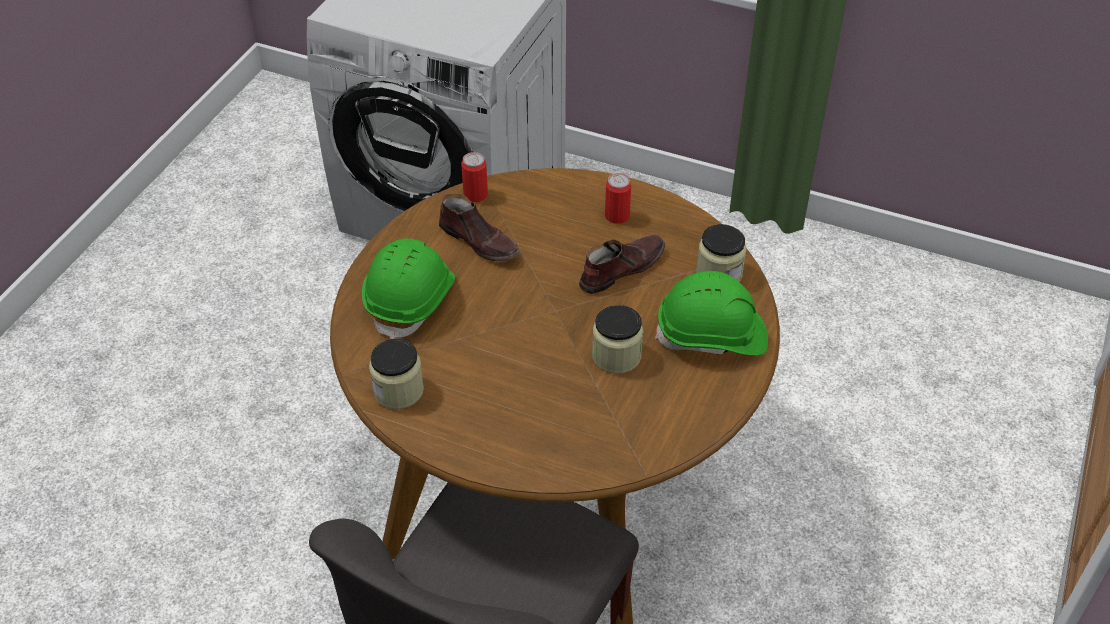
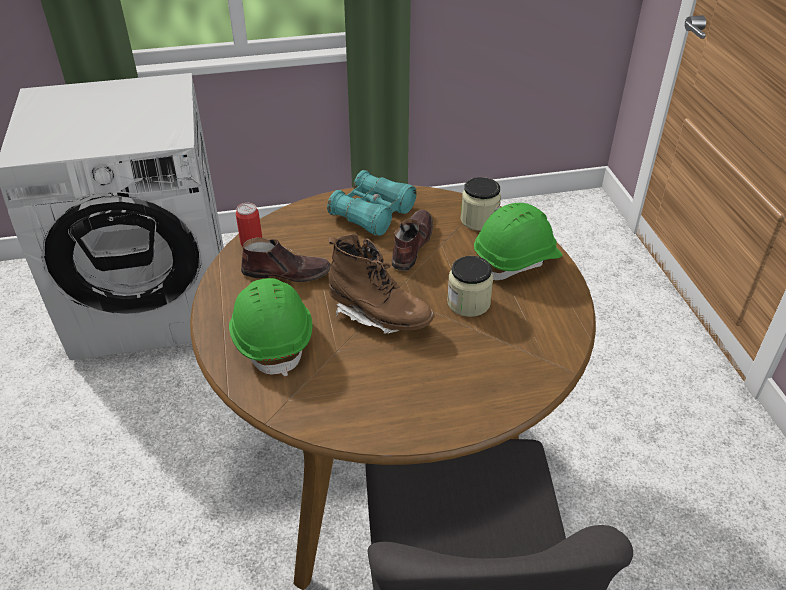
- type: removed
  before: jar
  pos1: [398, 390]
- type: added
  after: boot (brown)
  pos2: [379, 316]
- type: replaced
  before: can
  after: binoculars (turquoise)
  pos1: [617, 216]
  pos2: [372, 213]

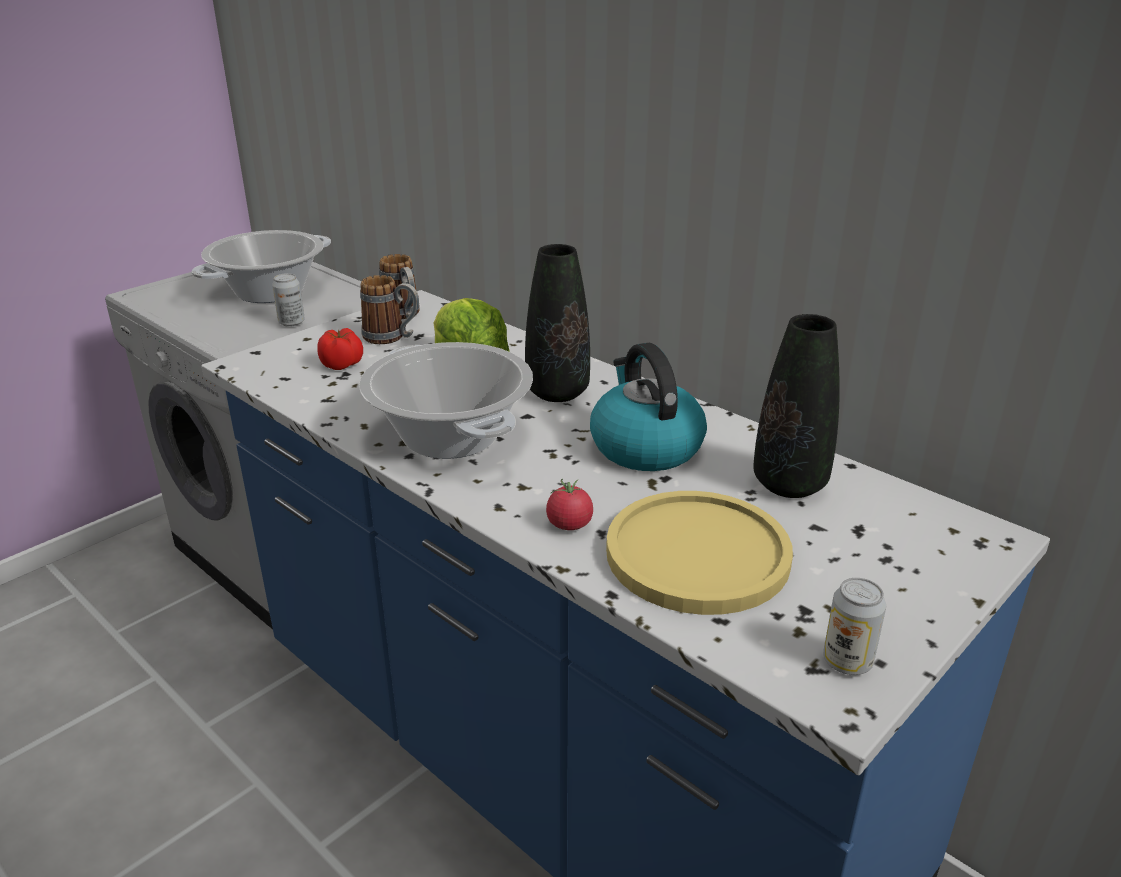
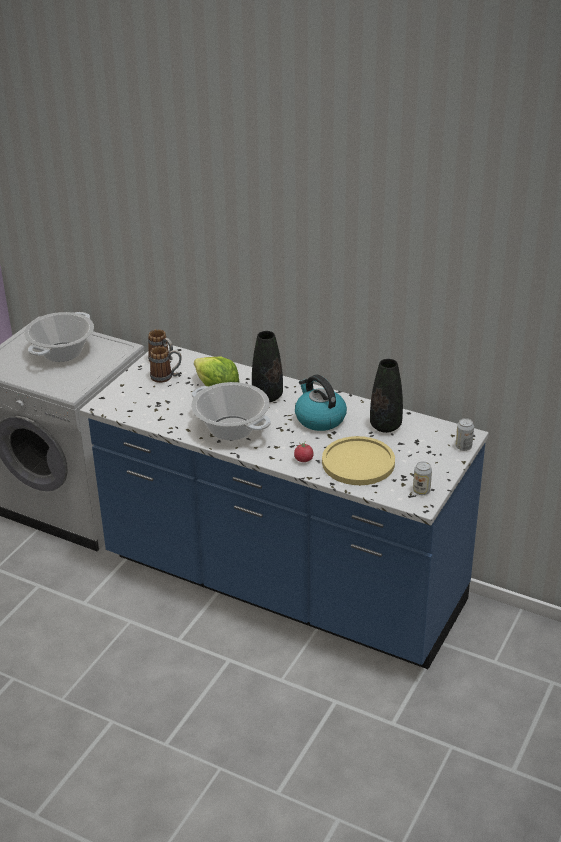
- type: removed
  before: tomato
  pos1: [342, 365]
- type: moved
  before: can
  pos1: [291, 322]
  pos2: [463, 447]

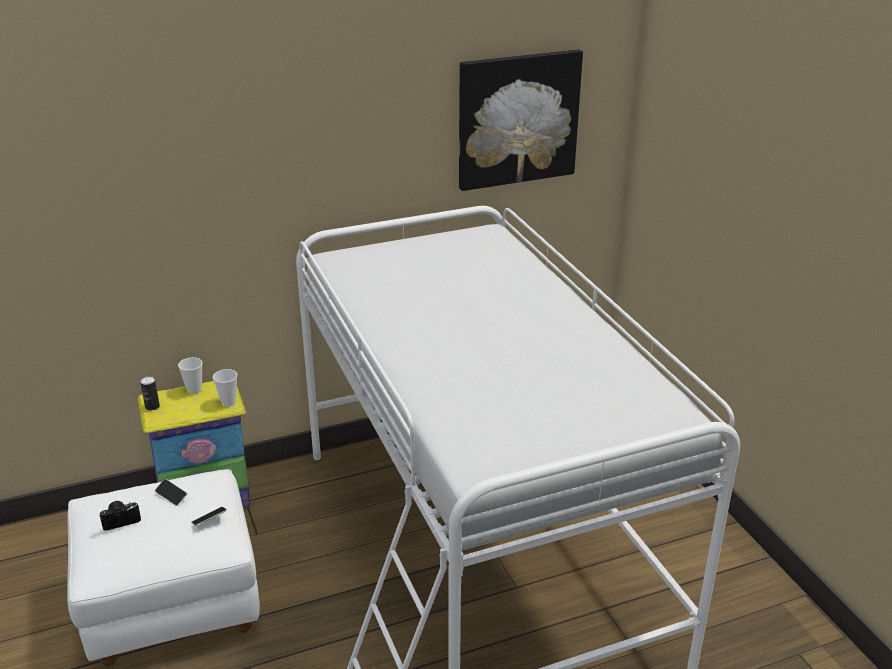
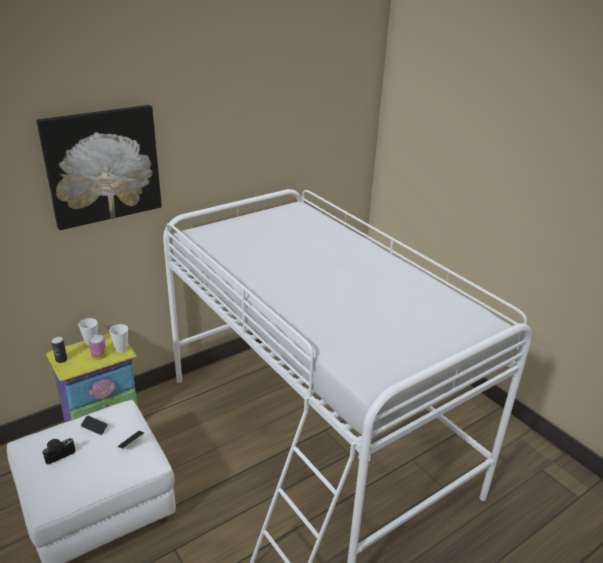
- type: added
  after: can
  pos2: [99, 355]
- type: moved
  before: picture
  pos1: [517, 119]
  pos2: [103, 166]

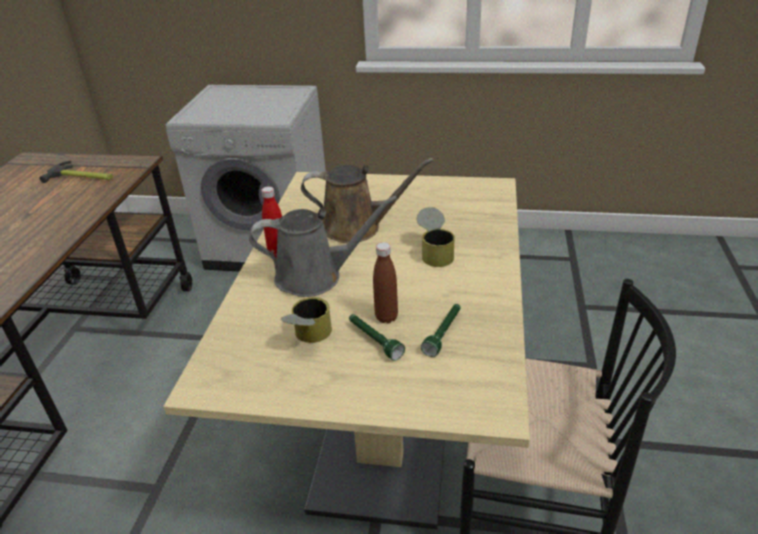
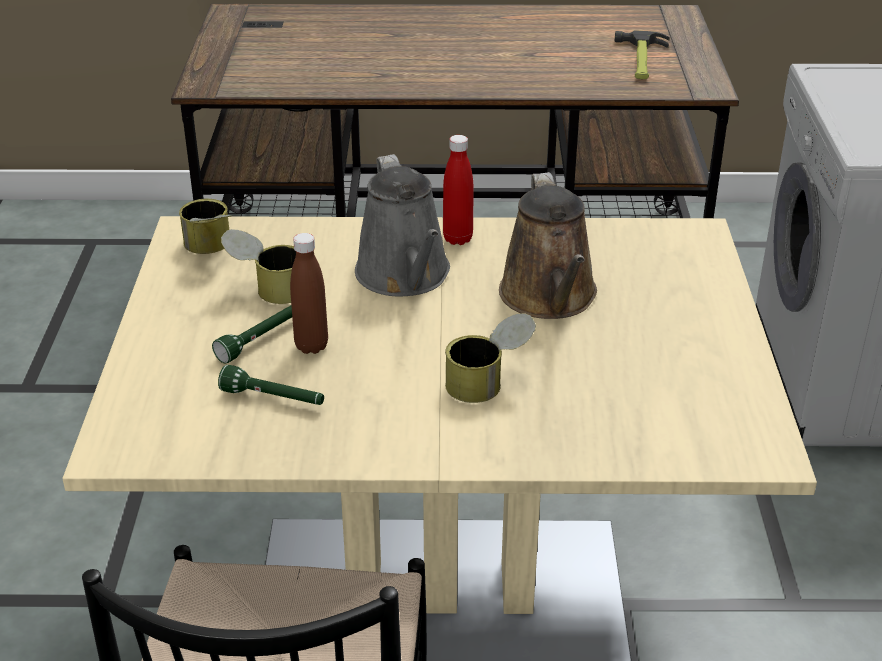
- type: added
  after: can
  pos2: [210, 249]

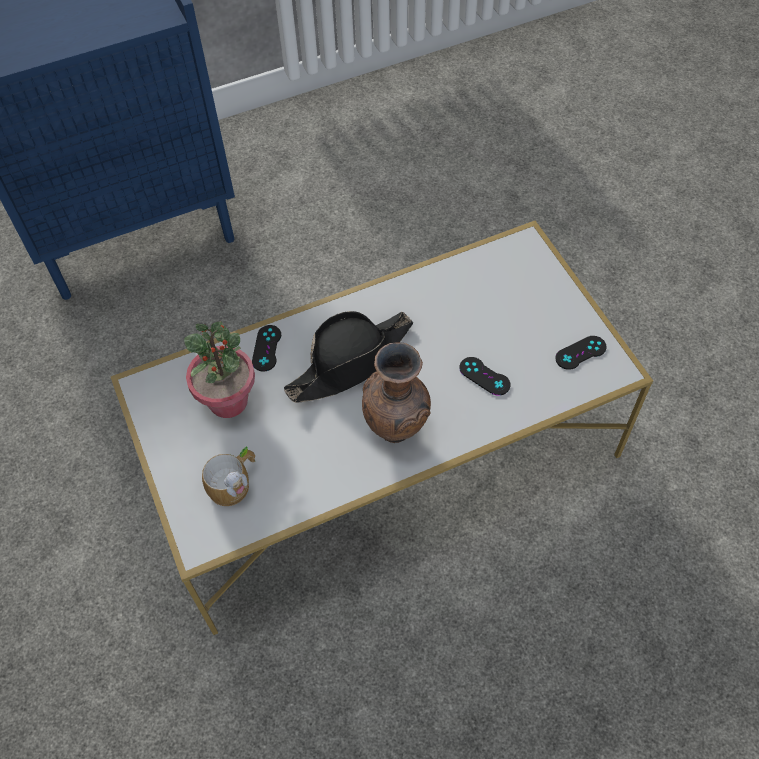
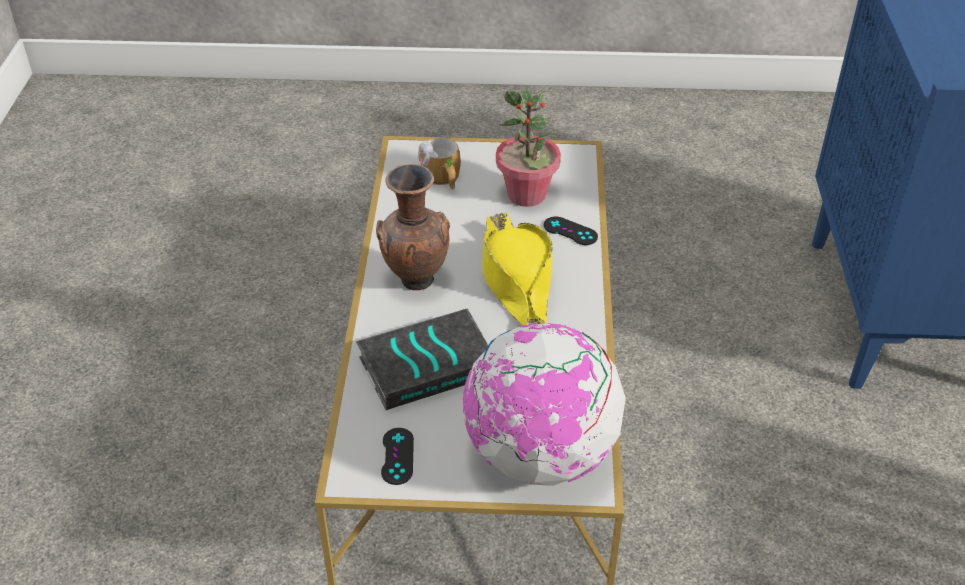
- type: added
  after: globe
  pos2: [540, 456]
- type: replaced
  before: game controller (black)
  after: book
  pos1: [484, 376]
  pos2: [427, 364]
- type: recoloured
  before: hat (black)
  after: hat (yellow)
  pos1: [351, 361]
  pos2: [516, 279]

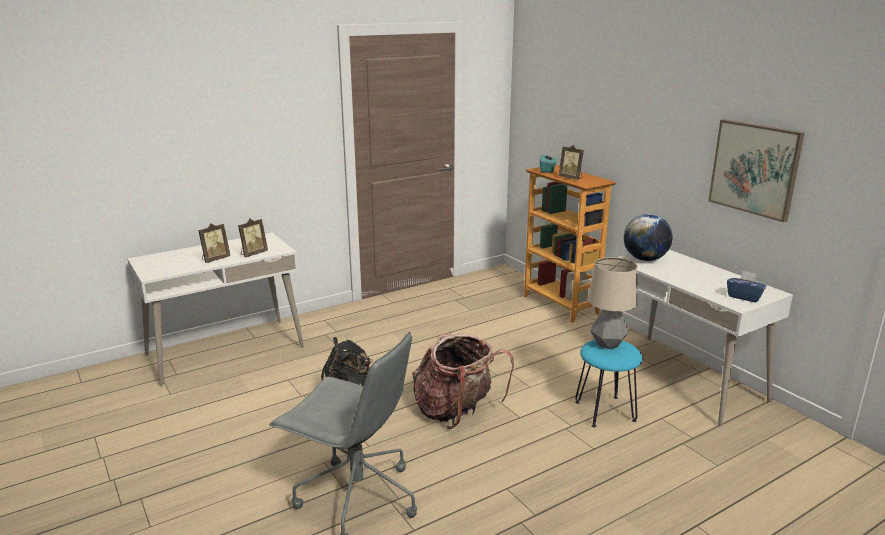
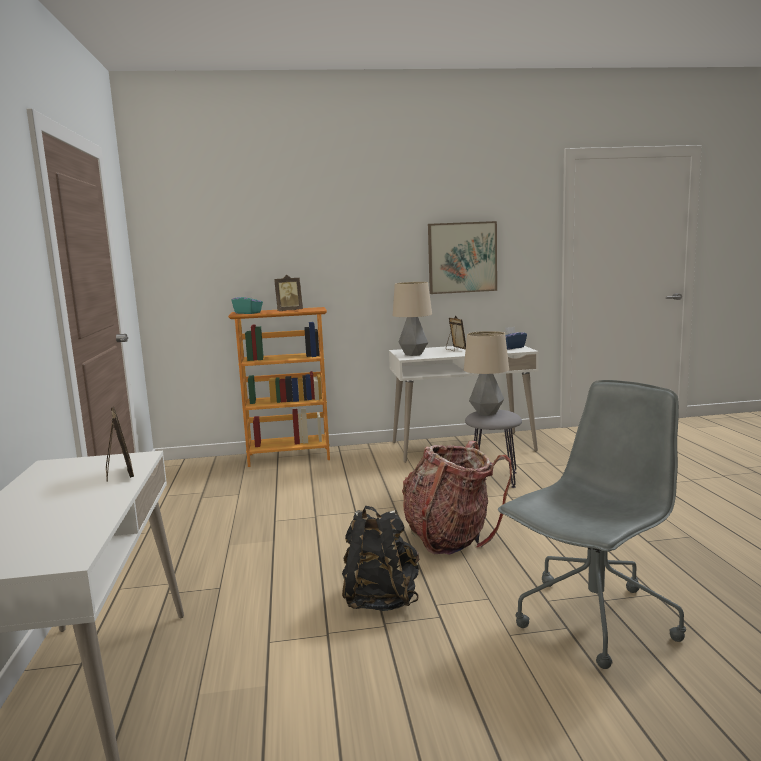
- type: moved
  before: picture frame
  pos1: [215, 259]
  pos2: [455, 349]
- type: replaced
  before: globe
  after: table lamp
  pos1: [645, 259]
  pos2: [413, 354]
- type: recoloured
  before: stool (turquoise)
  after: stool (grey)
  pos1: [604, 411]
  pos2: [493, 479]

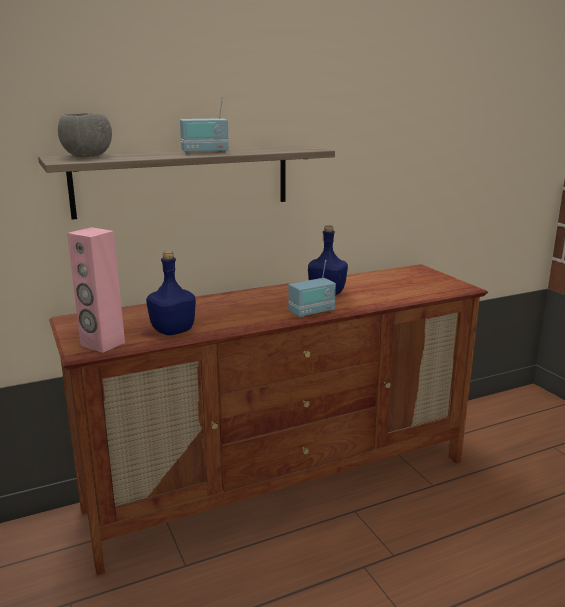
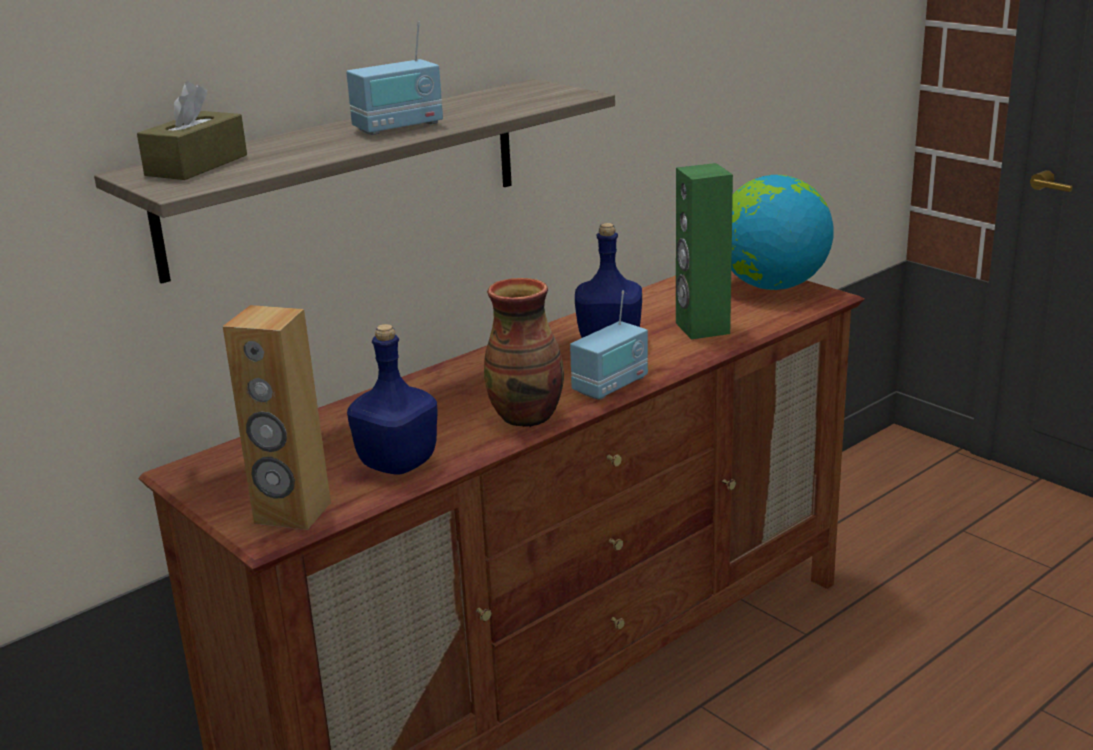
- type: added
  after: vase
  pos2: [527, 416]
- type: added
  after: speaker (green)
  pos2: [701, 328]
- type: added
  after: globe
  pos2: [772, 286]
- type: replaced
  before: bowl (grey)
  after: tissue box (brown)
  pos1: [87, 156]
  pos2: [196, 165]
- type: recoloured
  before: speaker (pink)
  after: speaker (brown)
  pos1: [102, 344]
  pos2: [292, 513]

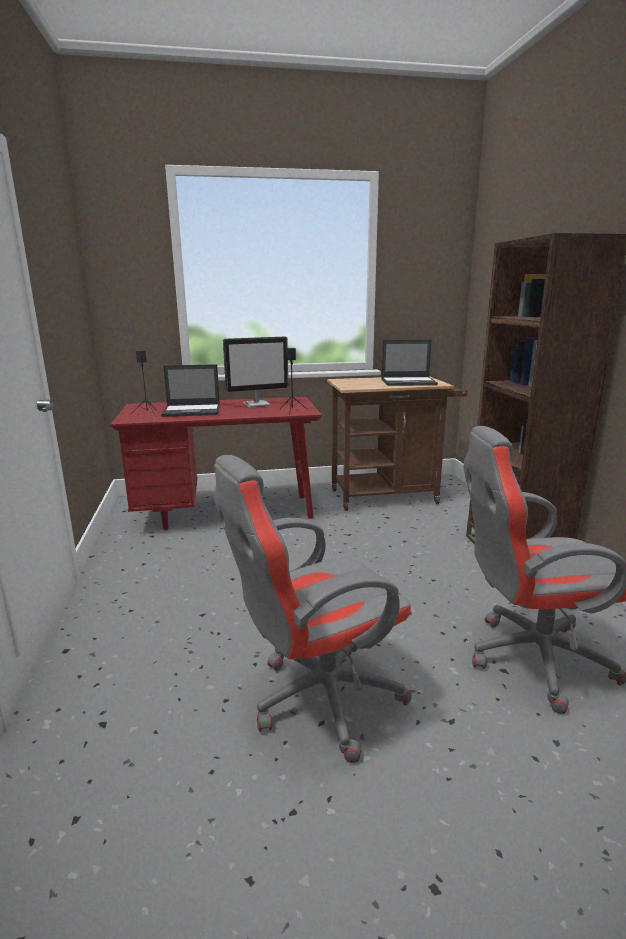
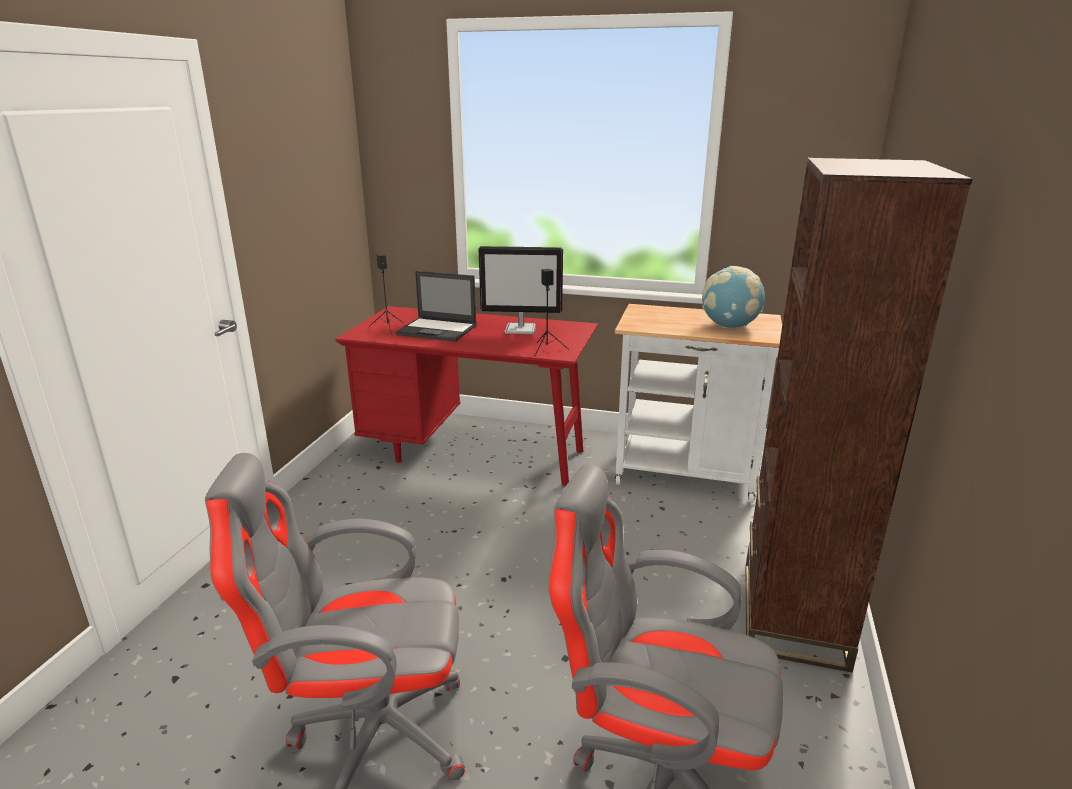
- type: replaced
  before: laptop
  after: globe
  pos1: [409, 382]
  pos2: [729, 326]
- type: recoloured
  before: cart (brown)
  after: cart (white)
  pos1: [390, 496]
  pos2: [696, 475]

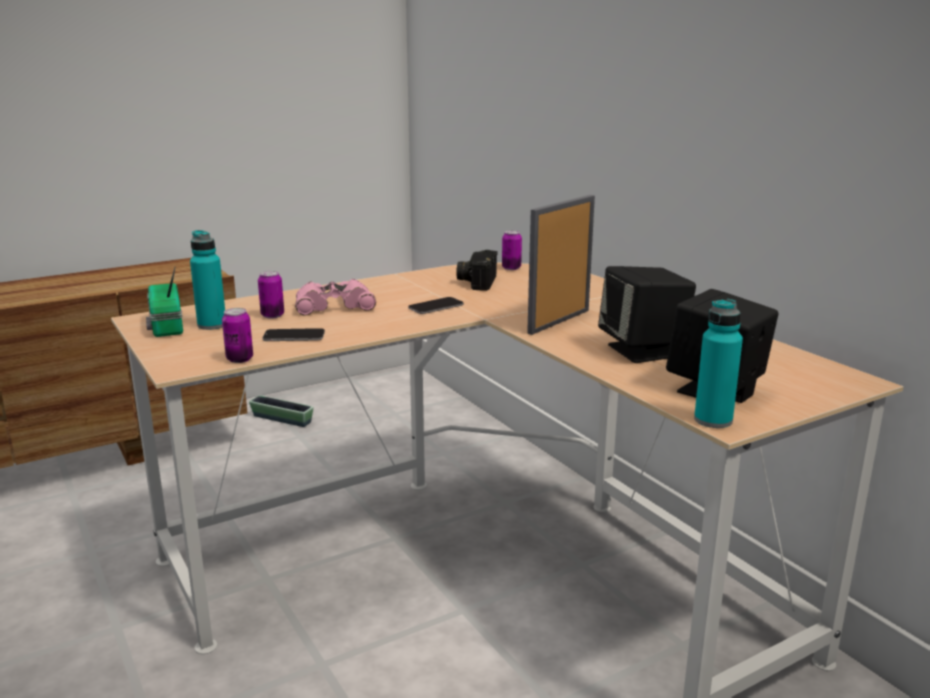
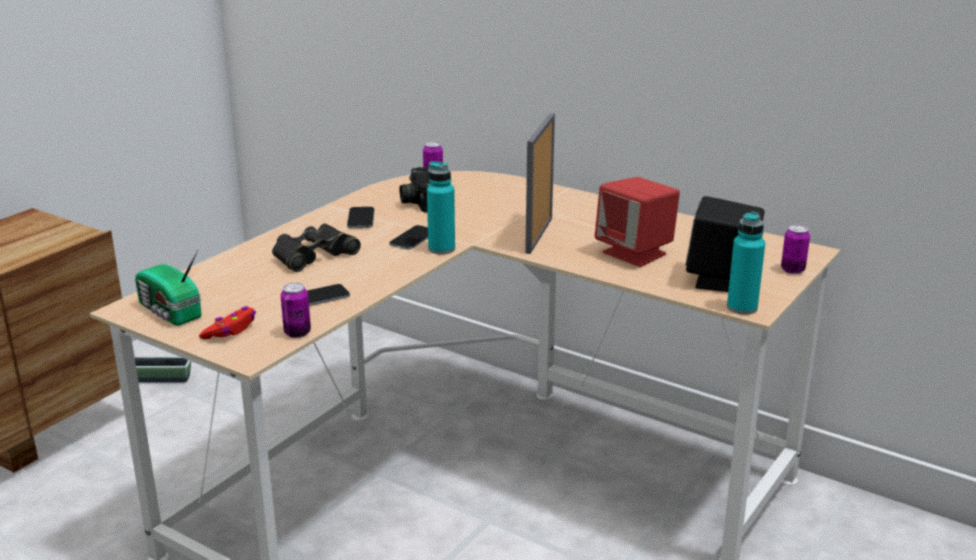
- type: added
  after: game controller (red)
  pos2: [230, 330]
- type: added
  after: phone
  pos2: [361, 219]
- type: moved
  before: bottle (turquoise)
  pos1: [212, 325]
  pos2: [441, 249]
- type: moved
  before: can
  pos1: [272, 315]
  pos2: [792, 270]
- type: recoloured
  before: binoculars (pink)
  after: binoculars (black)
  pos1: [334, 306]
  pos2: [313, 255]
- type: recoloured
  before: speaker (black)
  after: speaker (red)
  pos1: [643, 351]
  pos2: [635, 253]

